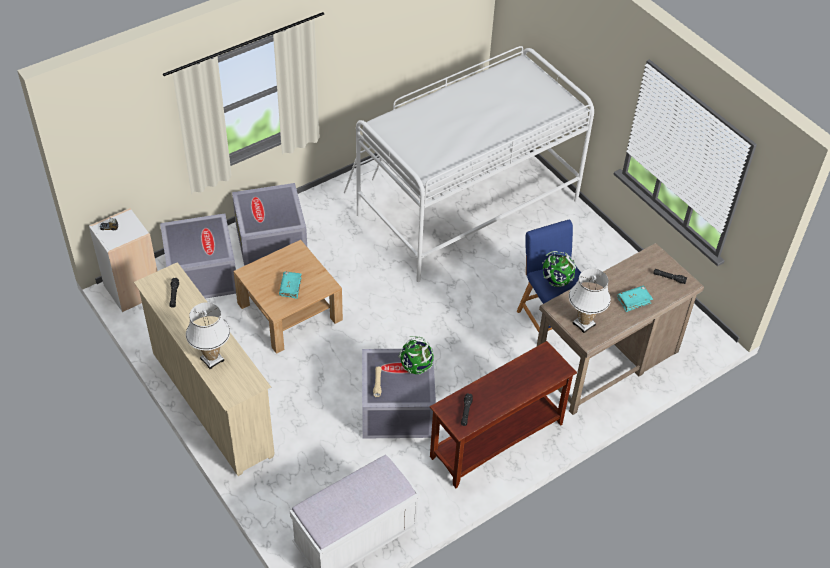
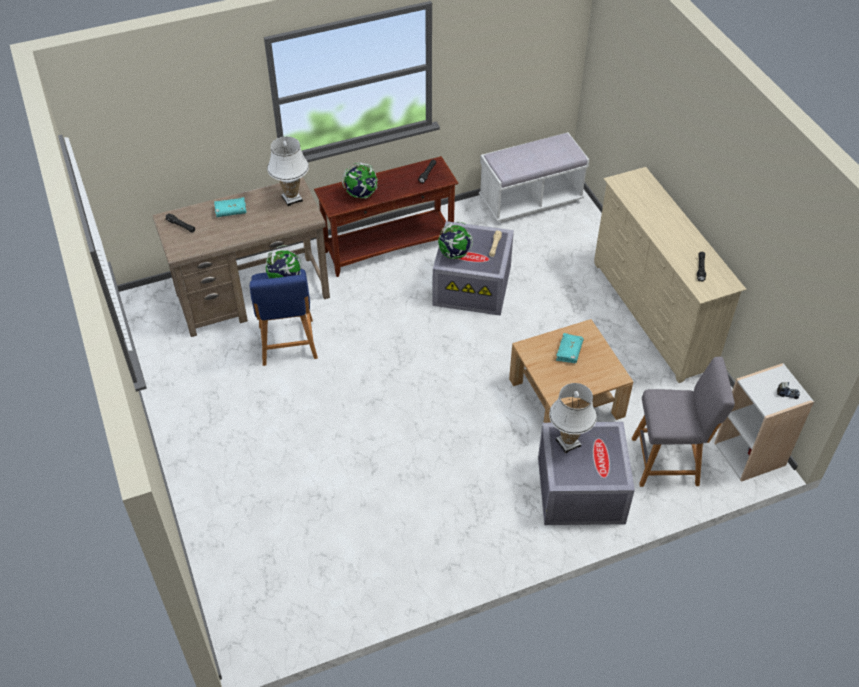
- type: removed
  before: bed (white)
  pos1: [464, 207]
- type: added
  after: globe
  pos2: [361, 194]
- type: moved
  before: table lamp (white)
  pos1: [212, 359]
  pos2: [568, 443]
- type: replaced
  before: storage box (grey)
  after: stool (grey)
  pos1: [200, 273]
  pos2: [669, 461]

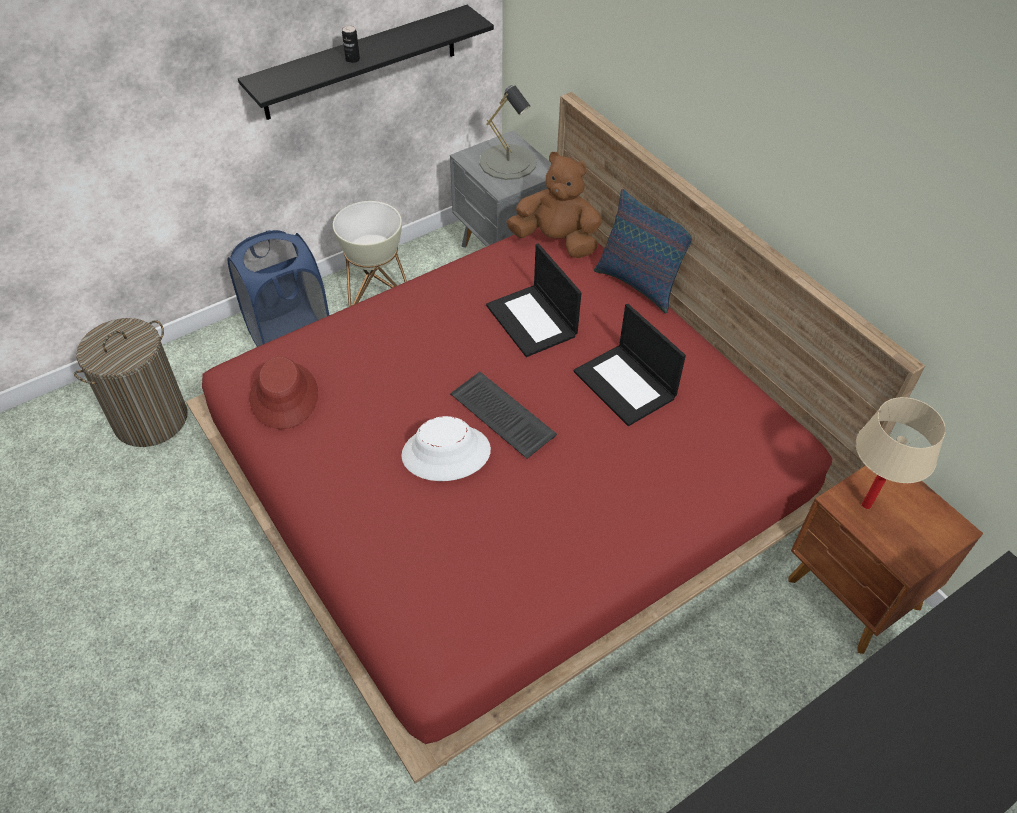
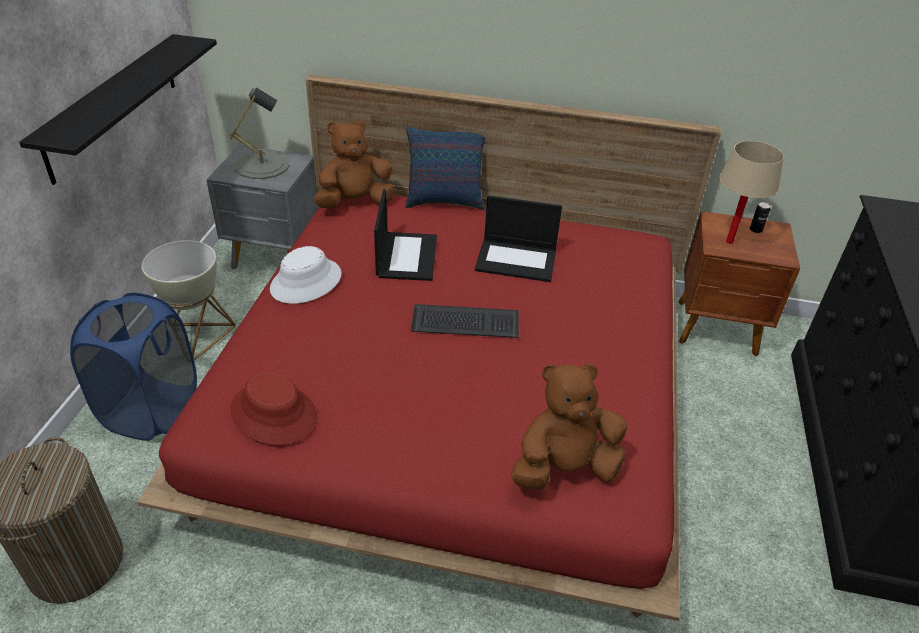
- type: added
  after: plush toy (brown)
  pos2: [564, 468]
- type: moved
  before: can
  pos1: [352, 60]
  pos2: [755, 230]
- type: moved
  before: hat (white)
  pos1: [446, 453]
  pos2: [306, 282]
- type: turned
  before: laptop
  pos1: [532, 321]
  pos2: [406, 256]
  turn: -105

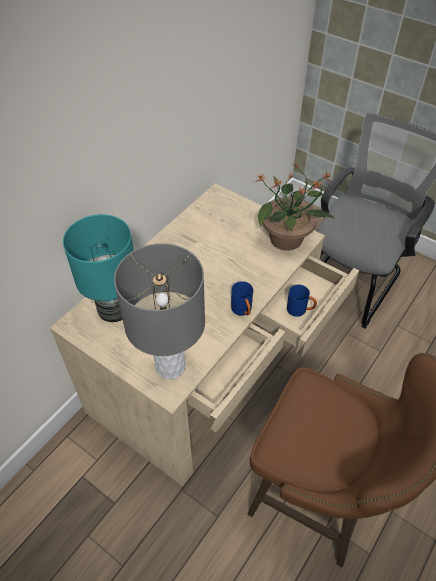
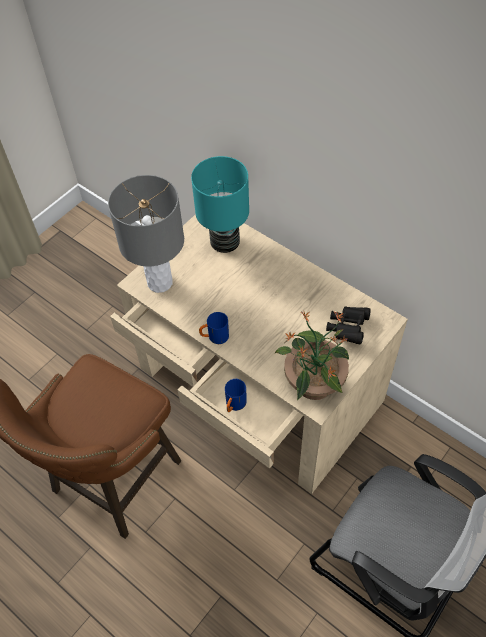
- type: added
  after: binoculars (black)
  pos2: [347, 328]

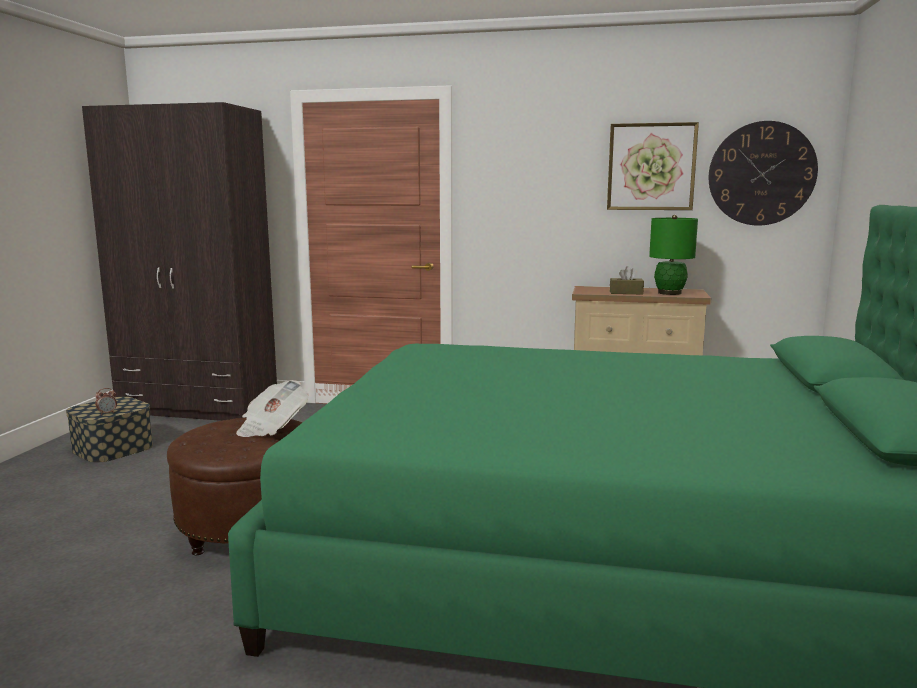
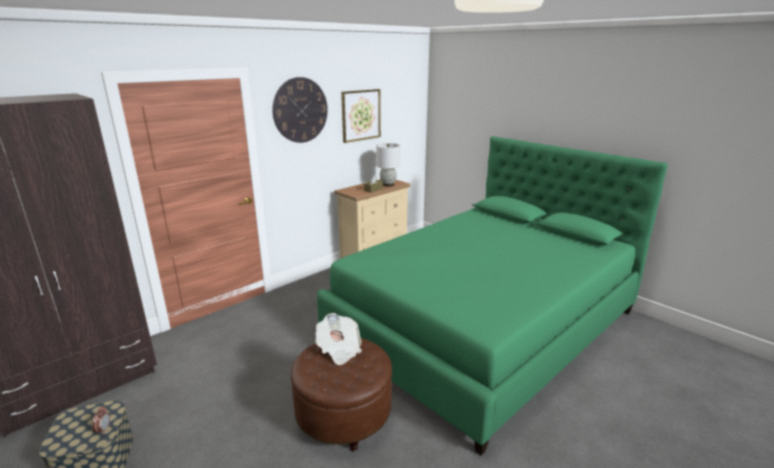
- type: moved
  before: wall clock
  pos1: [761, 174]
  pos2: [300, 110]
- type: recoloured
  before: table lamp (green)
  after: table lamp (white)
  pos1: [669, 293]
  pos2: [388, 184]

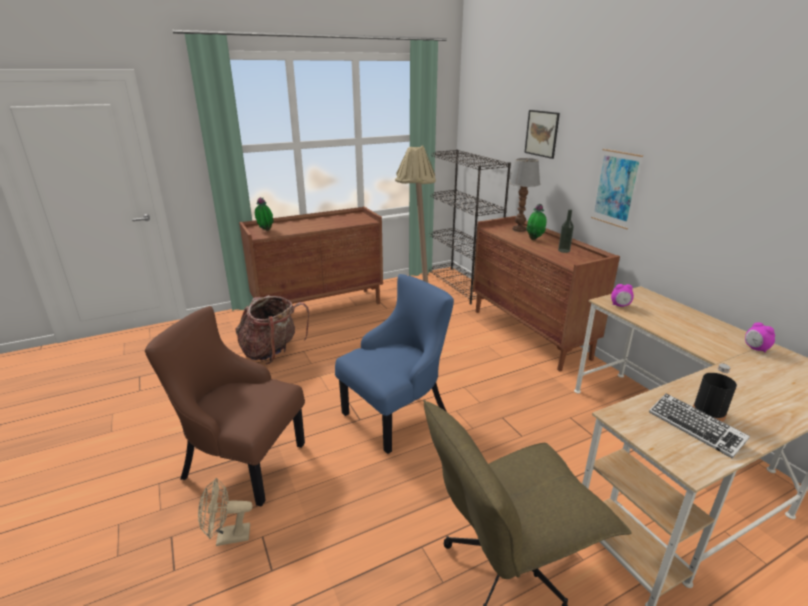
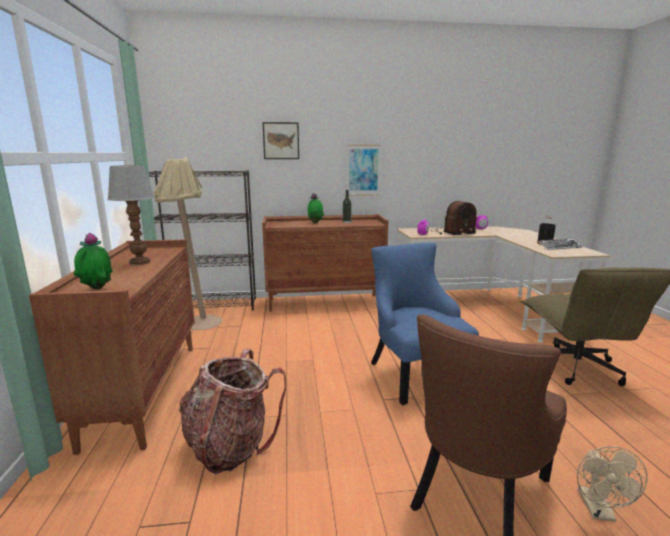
- type: added
  after: radio
  pos2: [451, 232]
- type: moved
  before: table lamp
  pos1: [519, 229]
  pos2: [140, 262]

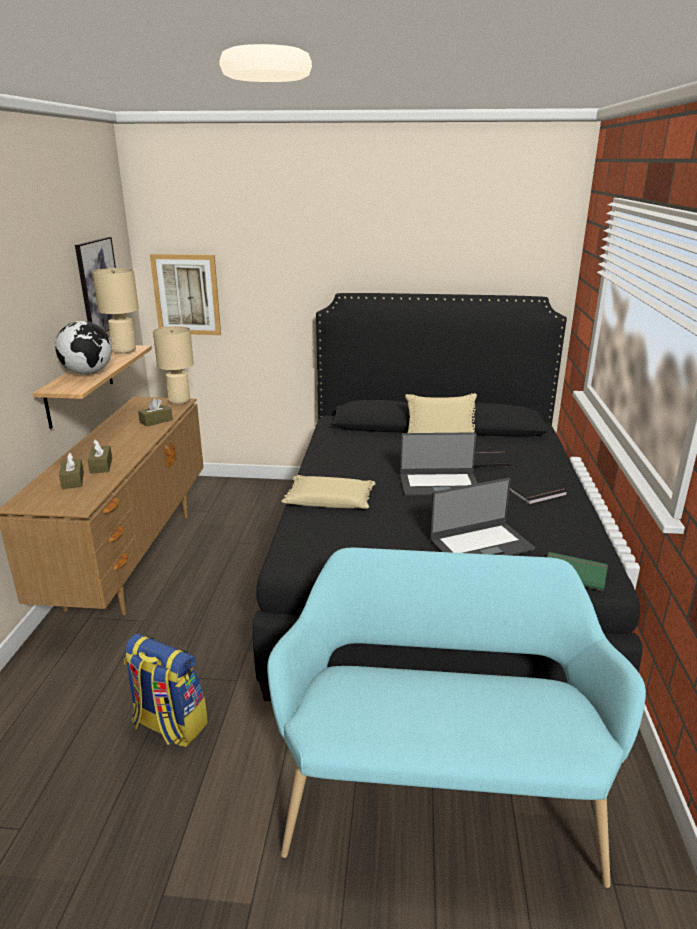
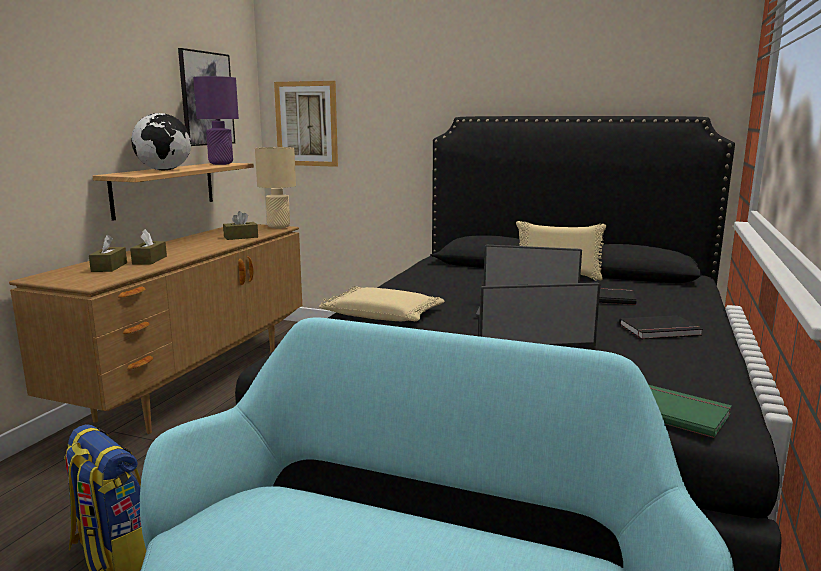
- type: recoloured
  before: table lamp (beige)
  after: table lamp (purple)
  pos1: [124, 352]
  pos2: [220, 164]

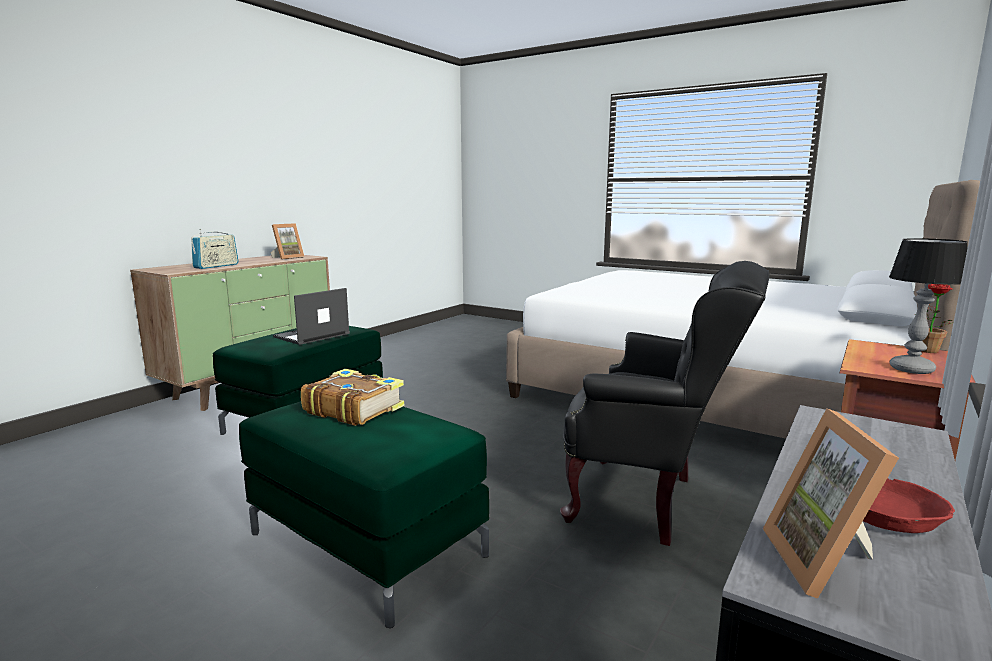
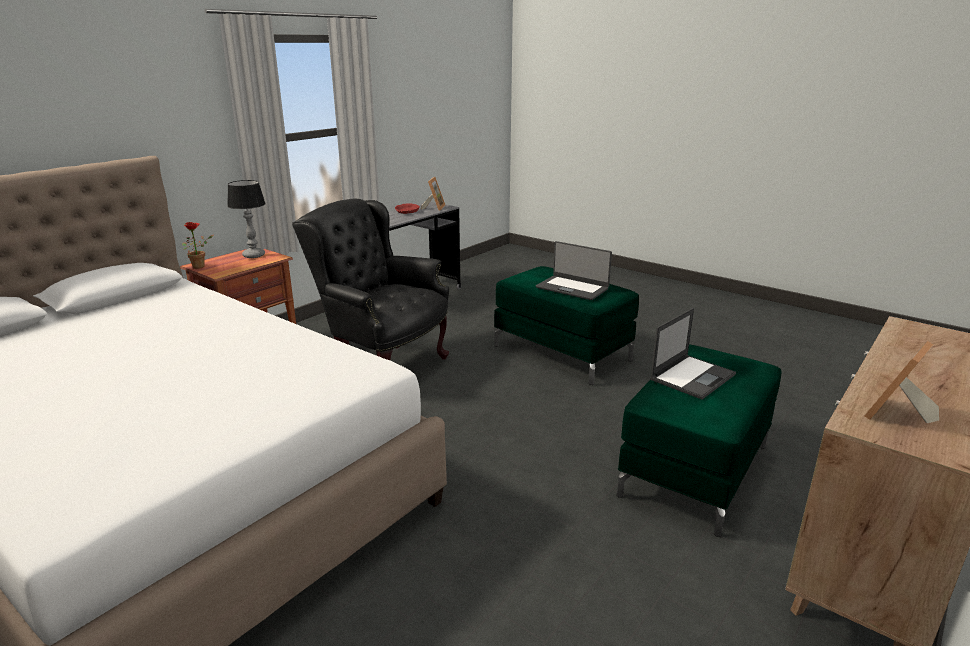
- type: removed
  before: radio
  pos1: [216, 266]
- type: replaced
  before: book
  after: laptop
  pos1: [353, 409]
  pos2: [572, 288]

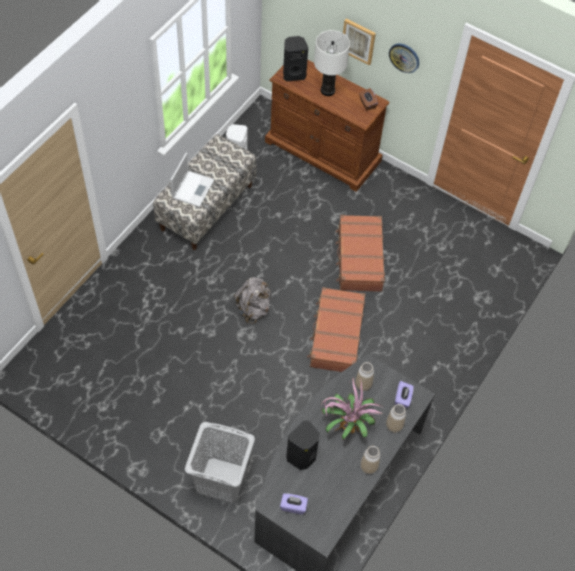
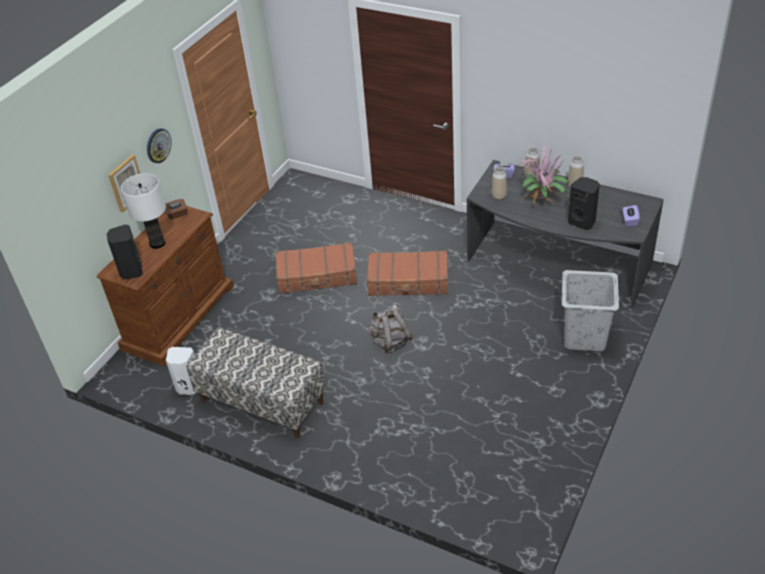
- type: removed
  before: laptop
  pos1: [193, 188]

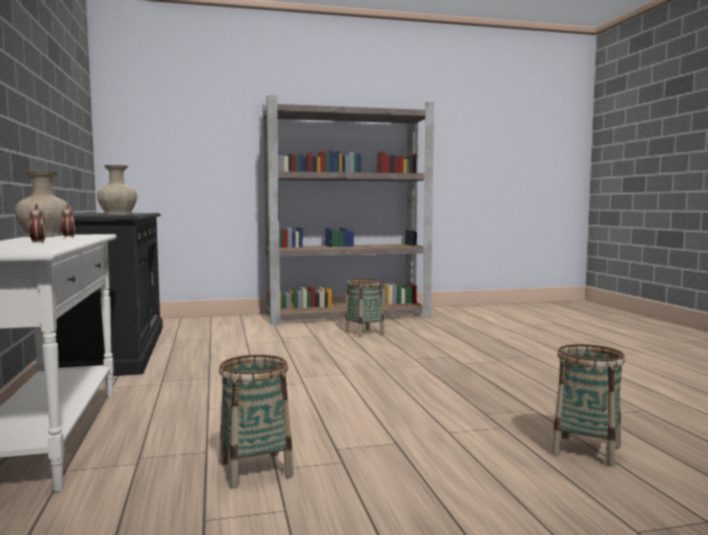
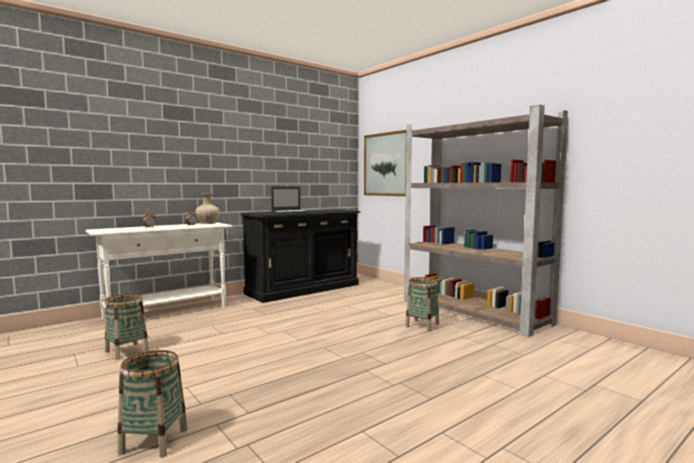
- type: added
  after: picture
  pos2: [386, 164]
- type: replaced
  before: vase (beige)
  after: laptop
  pos1: [117, 214]
  pos2: [291, 212]

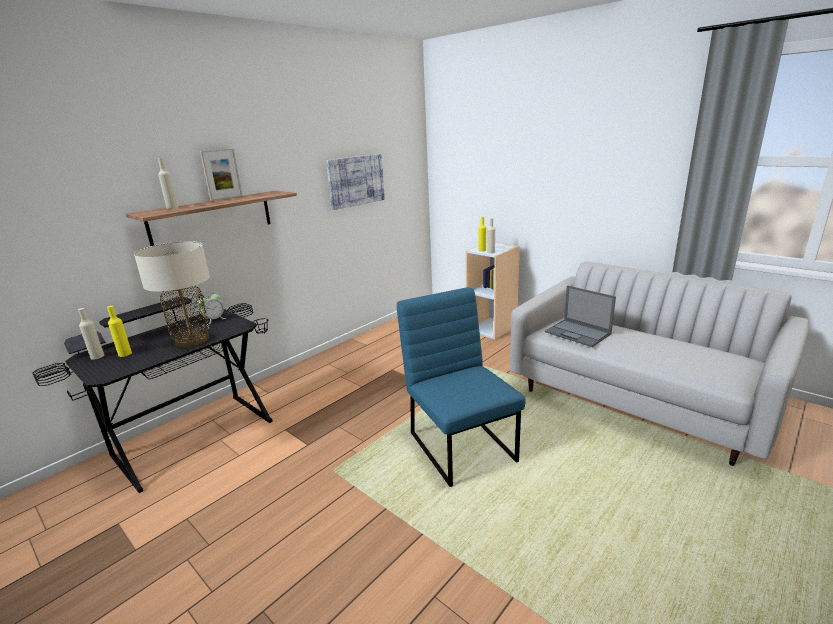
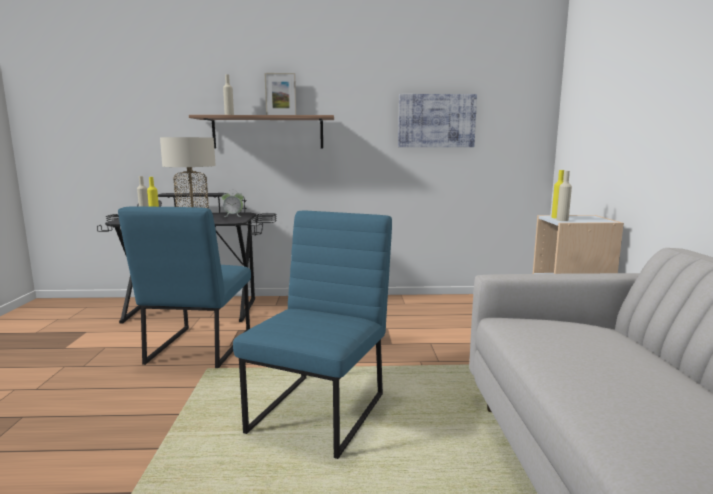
- type: removed
  before: laptop
  pos1: [578, 333]
- type: added
  after: chair (blue)
  pos2: [198, 348]

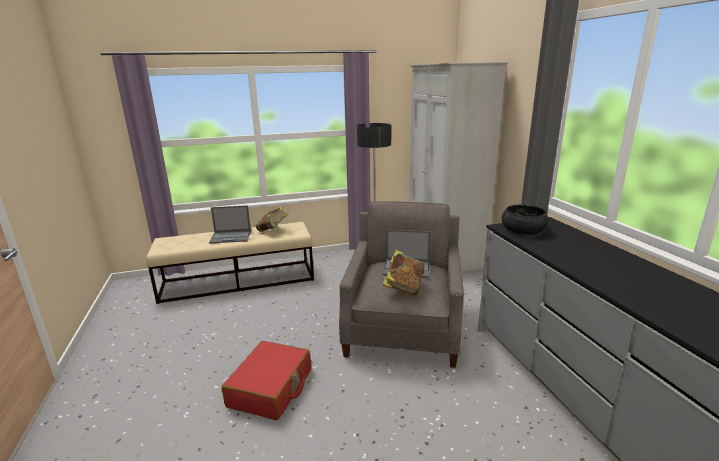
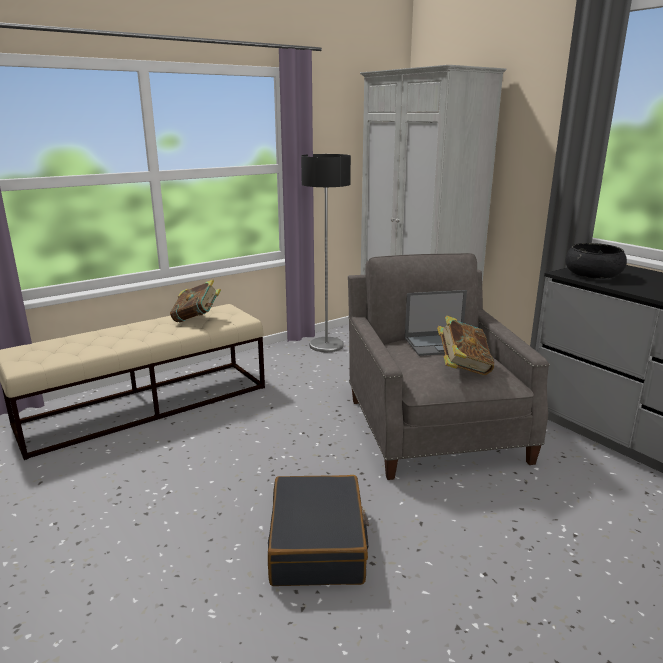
- type: removed
  before: laptop
  pos1: [231, 237]
- type: recoloured
  before: suitcase (red)
  after: suitcase (black)
  pos1: [271, 388]
  pos2: [318, 543]

